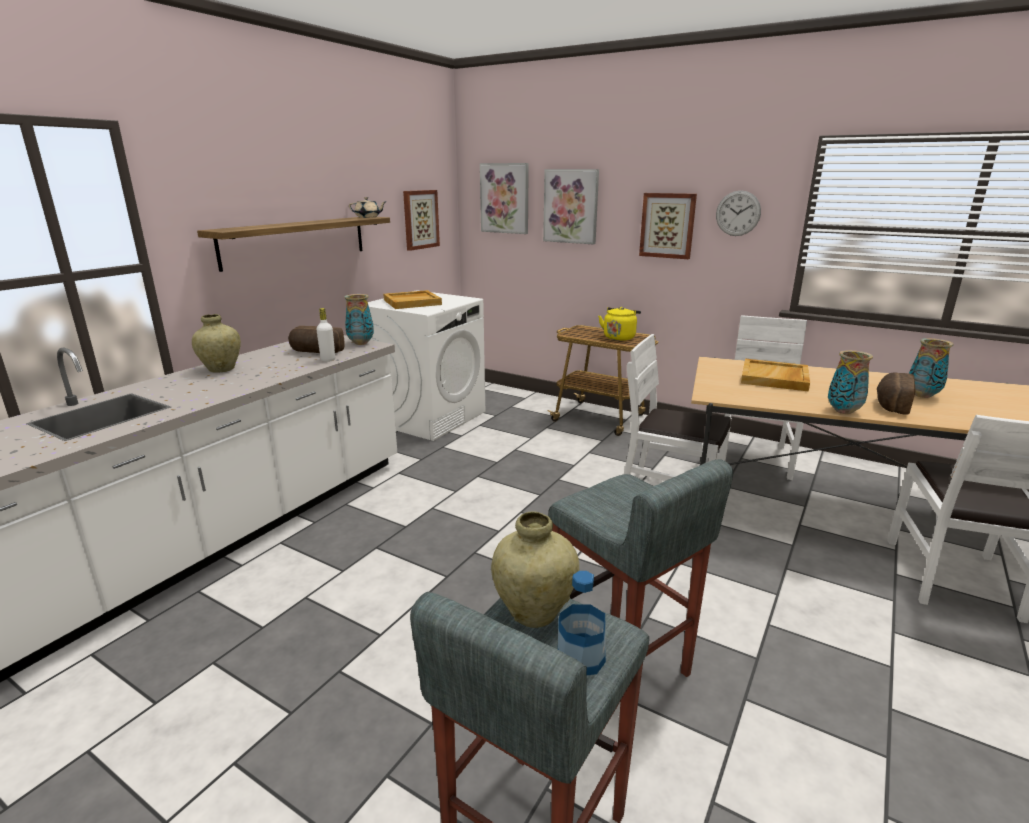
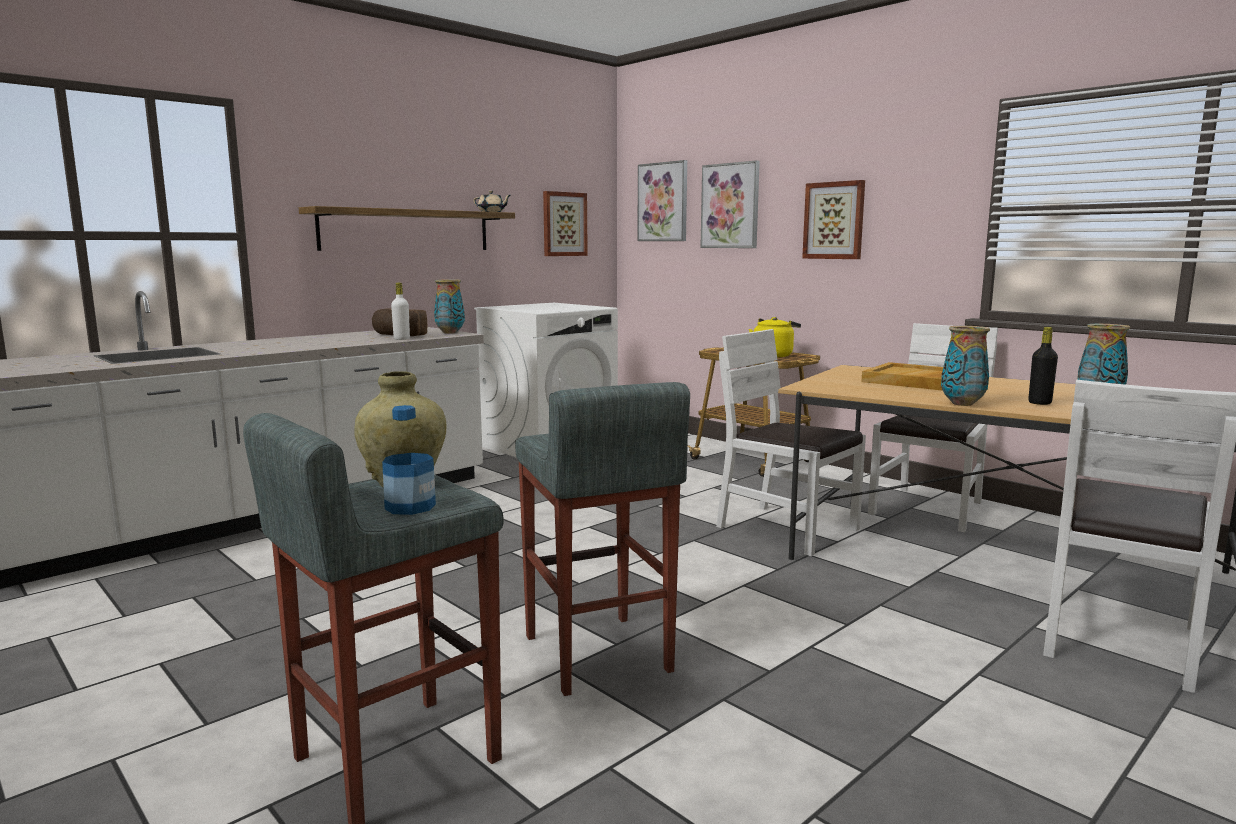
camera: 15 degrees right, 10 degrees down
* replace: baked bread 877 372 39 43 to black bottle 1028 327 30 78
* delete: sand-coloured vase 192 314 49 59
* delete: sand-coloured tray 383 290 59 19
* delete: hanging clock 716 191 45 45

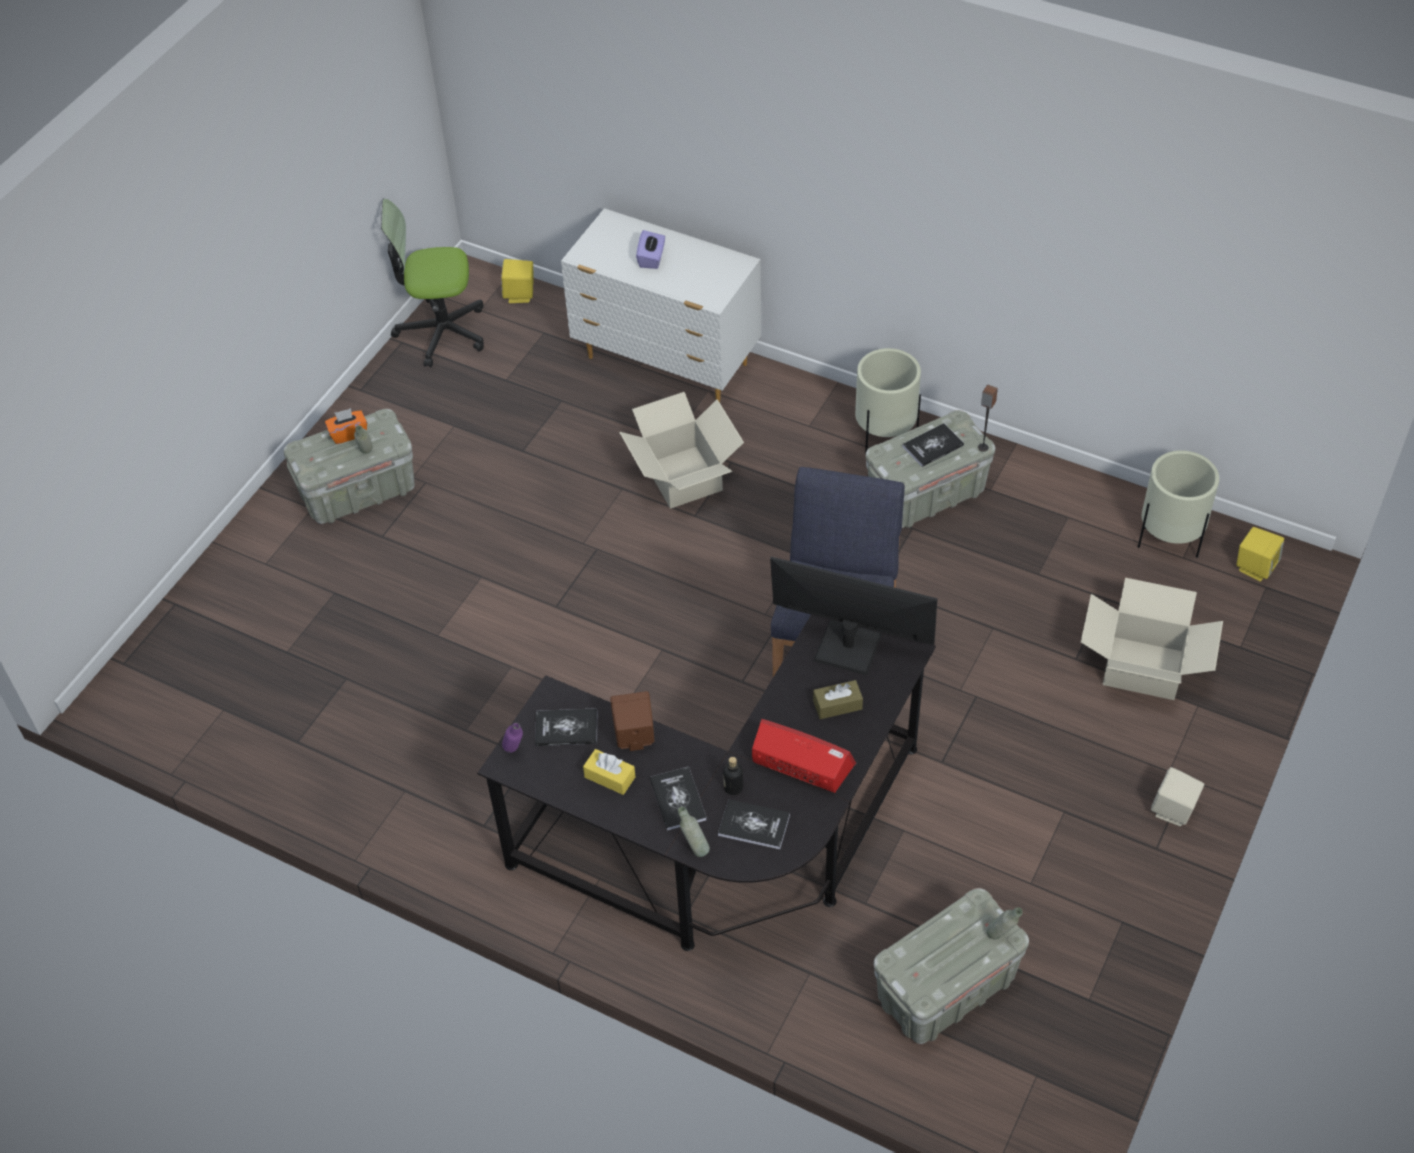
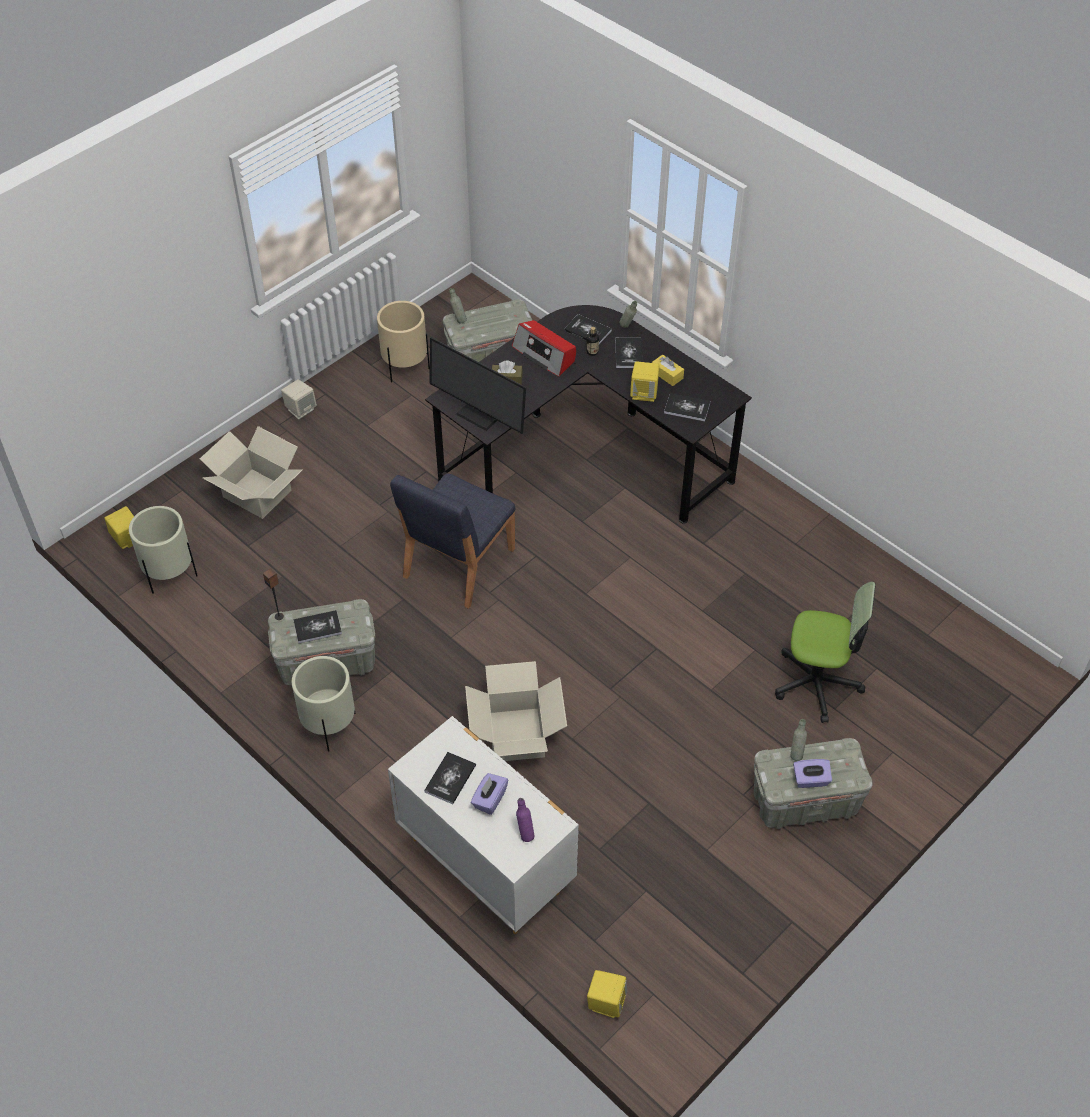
camera: 165 degrees left, 0 degrees up
* insert: sand-coloured flower pot 377 301 53 82
* insert: volume 424 752 52 52
* move: purplish bottle 502 723 21 30 to 516 798 18 44
* recolor: brown-coloured speaker 610 691 44 60 to yellow-coloured speaker 630 361 29 41
* move: desk chair 381 199 103 168 to 775 582 101 141
* recolor: orangey box of tissues 325 408 42 36 to purplish box of tissues 793 759 39 29

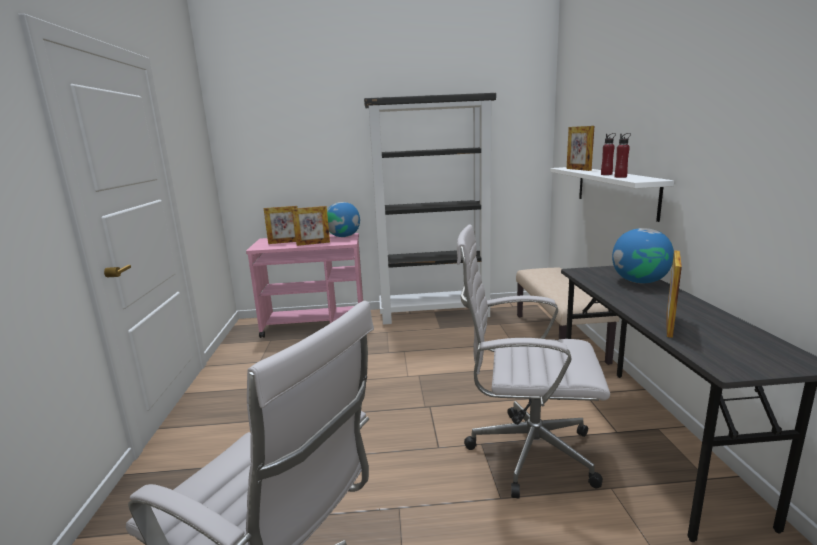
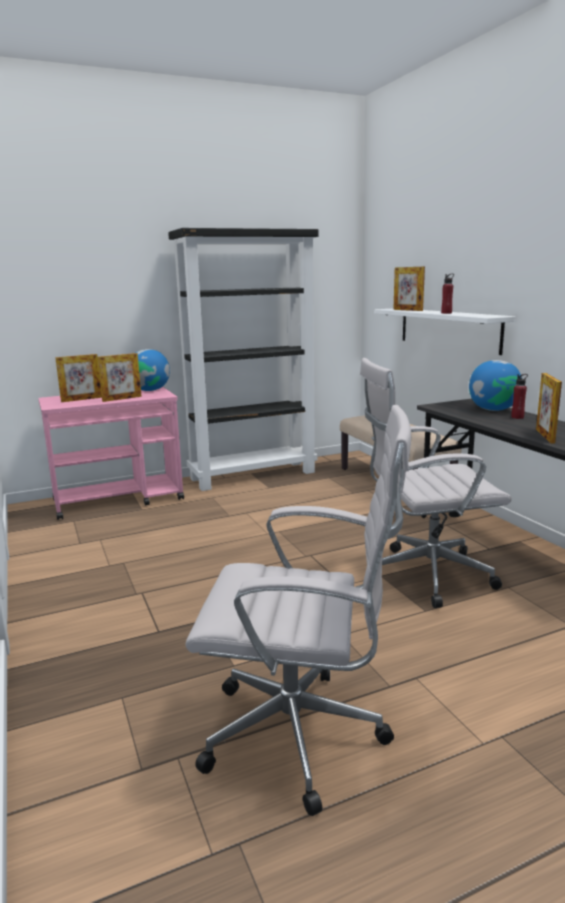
camera: 20 degrees left, 0 degrees up
* move: red bottle 615 133 16 45 to 511 374 17 45

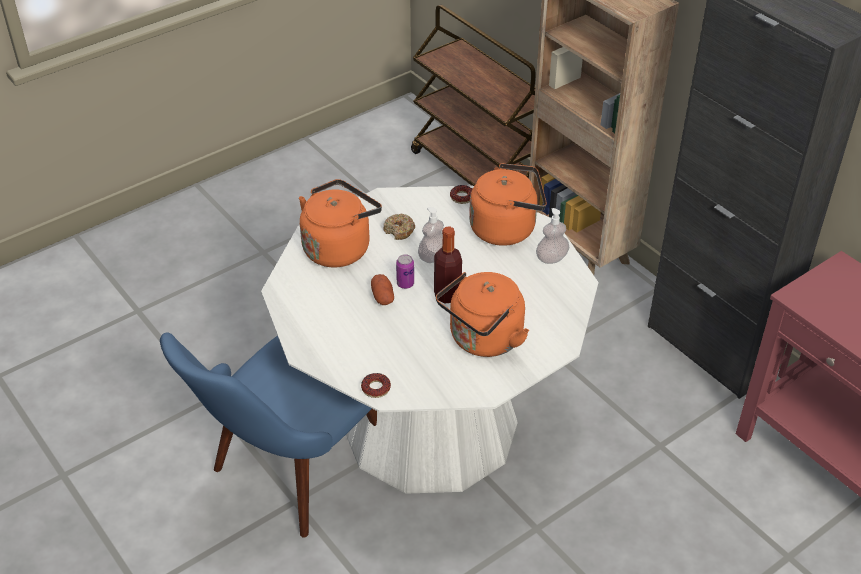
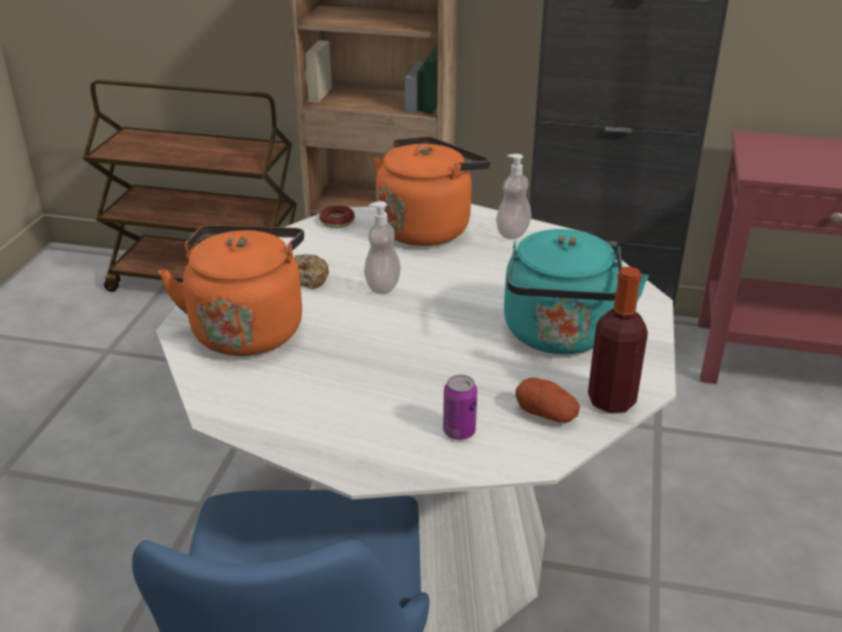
camera: 40 degrees left, 10 degrees down
* move: sealed can 396 254 18 35 to 443 375 34 65
* recolor: orangey water kettle 436 272 93 85 to turquoise water kettle 504 229 145 125
* move: spud 371 274 23 31 to 515 377 65 46
* move: bottle 434 226 28 78 to 588 267 60 146
* delete: donut 361 373 30 25

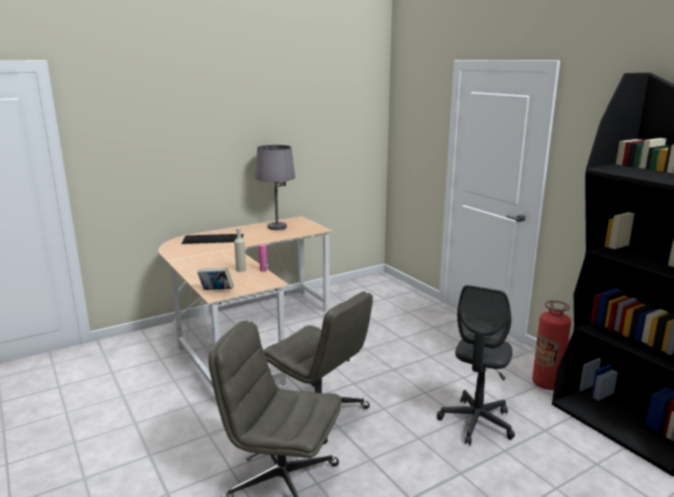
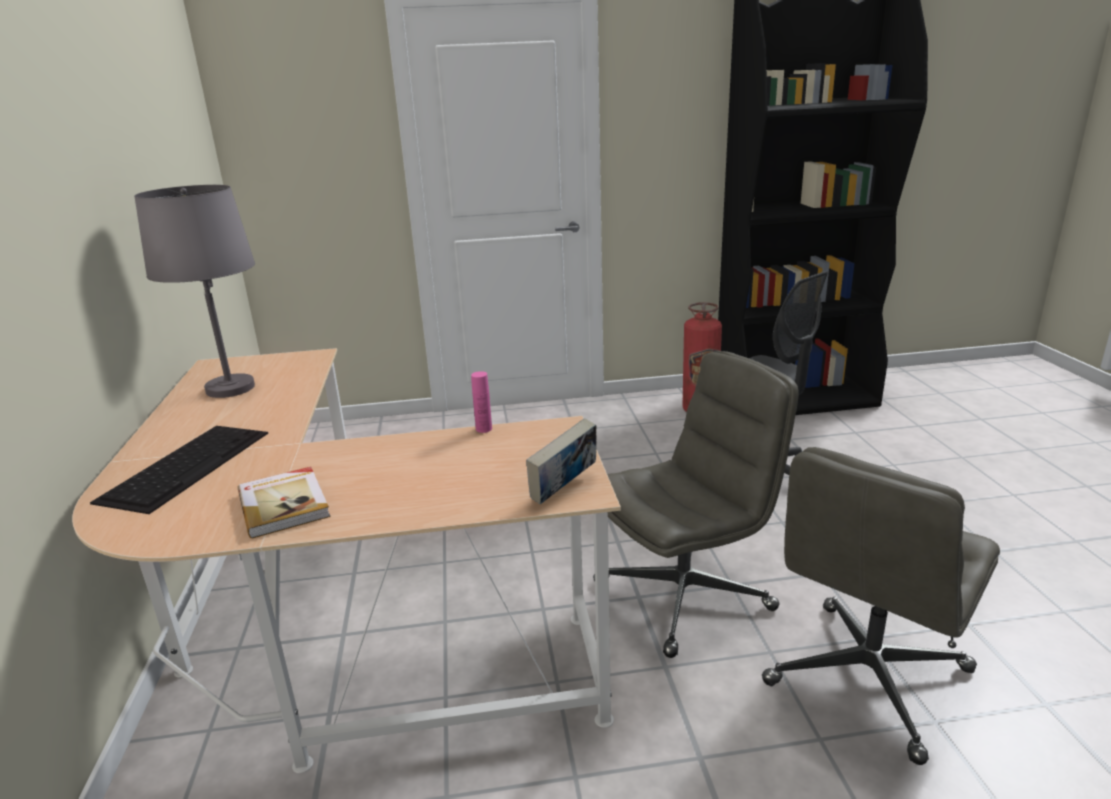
camera: 65 degrees left, 5 degrees up
* insert: volume 238 467 93 72
* delete: sand-coloured bottle 234 228 12 44

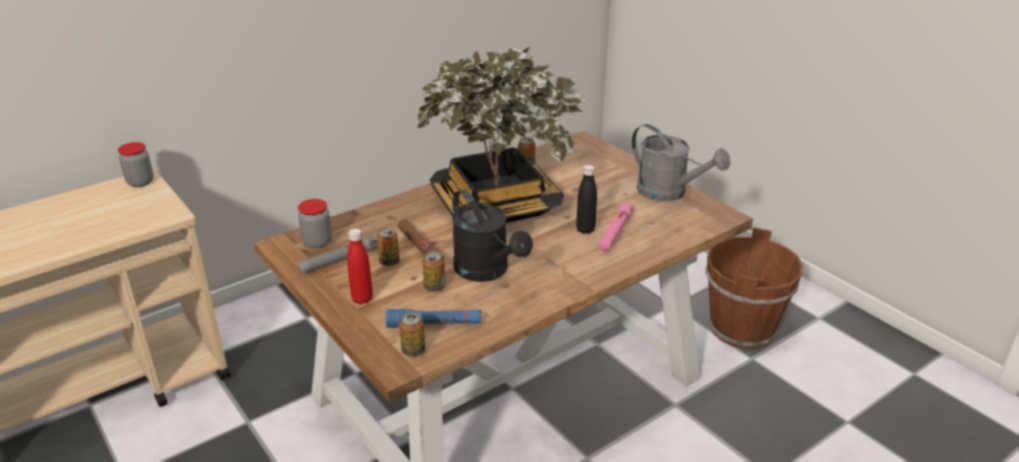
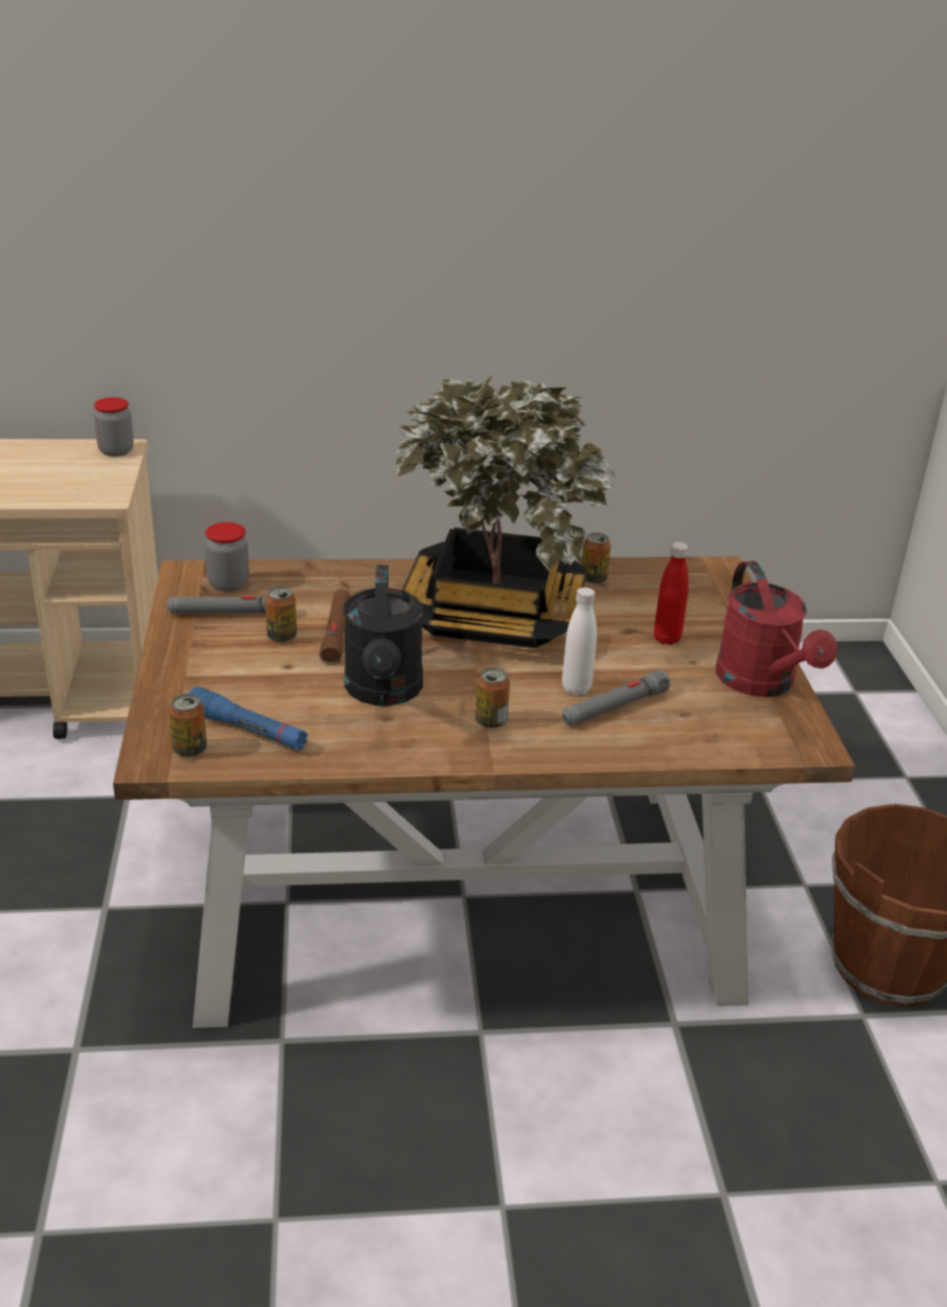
camera: 30 degrees right, 0 degrees up
* move: sealed can 422 251 23 41 to 475 668 35 60
* recolor: black bottle 576 165 21 69 to whitish bottle 562 587 35 109
* recolor: pink hand torch 599 202 35 49 to greyish hand torch 562 670 108 56
* move: red bottle 347 228 26 76 to 654 542 35 103
* recolor: greyish watering can 632 124 98 77 to red watering can 716 561 122 136

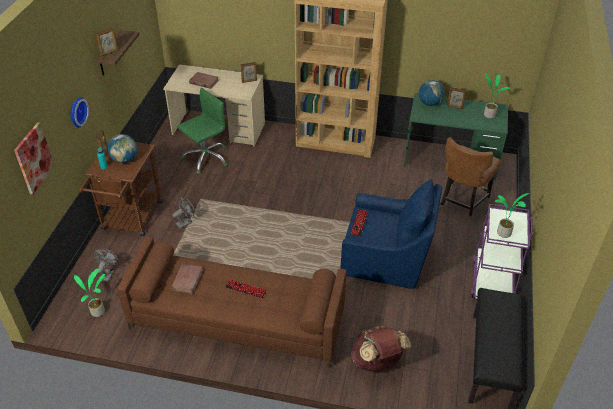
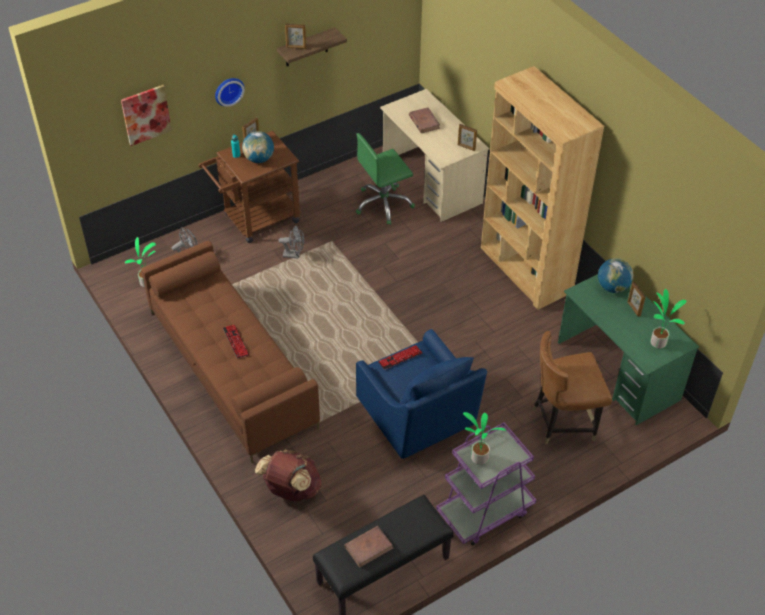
camera: 45 degrees right, 5 degrees up
* move: brown-coloured volume 171 264 32 30 to 344 526 49 42
* rotate: greenish desk chair 177 88 51 86 = 356 133 59 92 150 degrees clockwise

